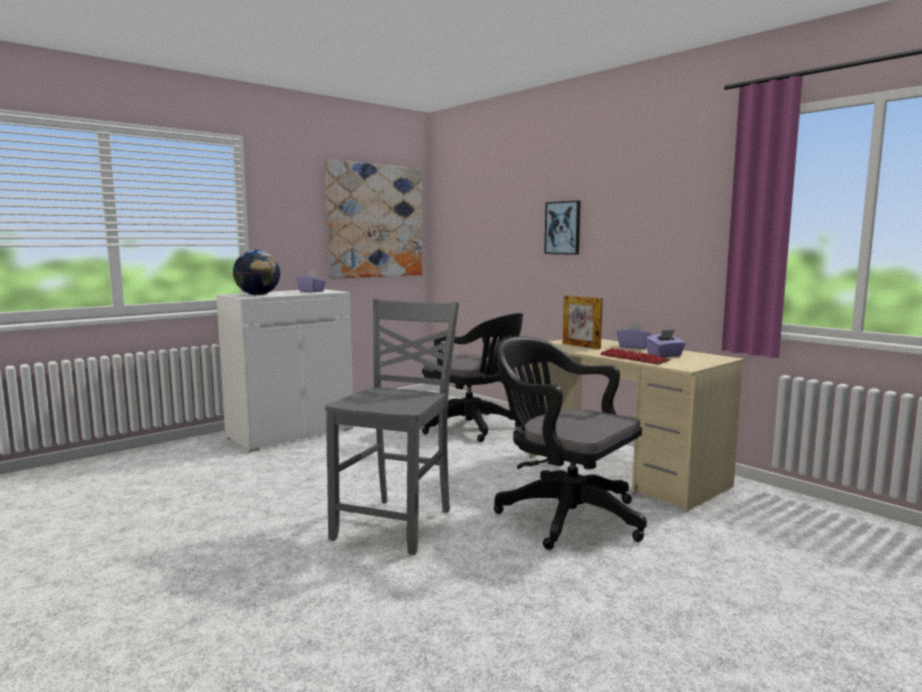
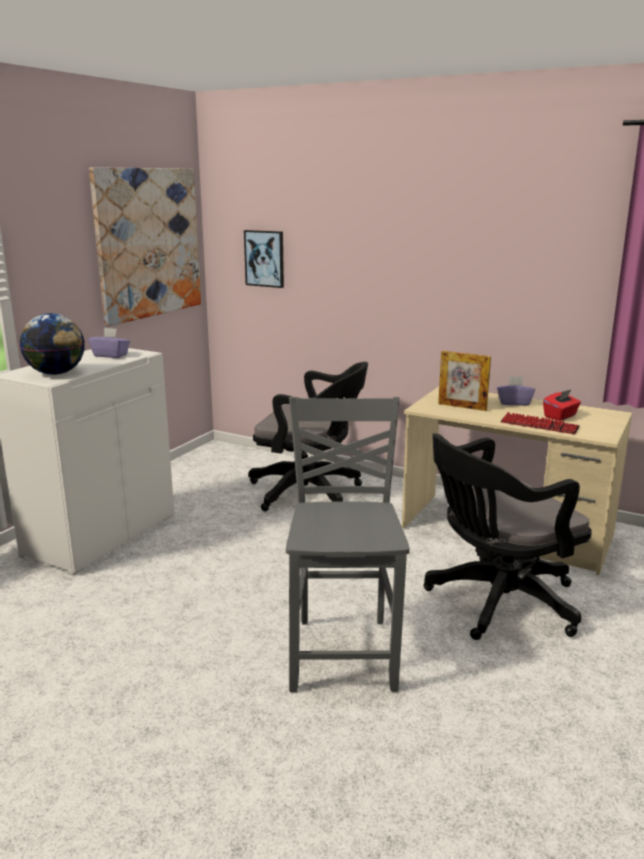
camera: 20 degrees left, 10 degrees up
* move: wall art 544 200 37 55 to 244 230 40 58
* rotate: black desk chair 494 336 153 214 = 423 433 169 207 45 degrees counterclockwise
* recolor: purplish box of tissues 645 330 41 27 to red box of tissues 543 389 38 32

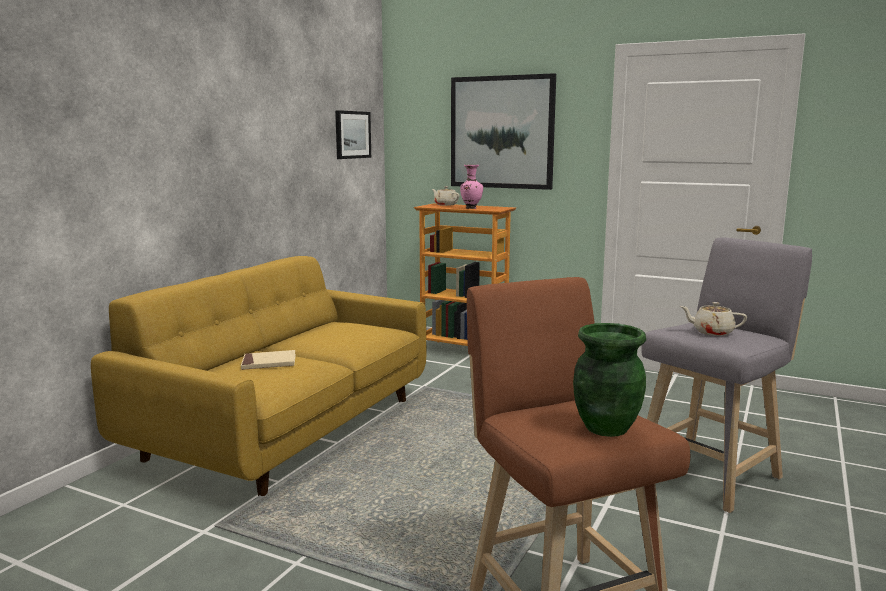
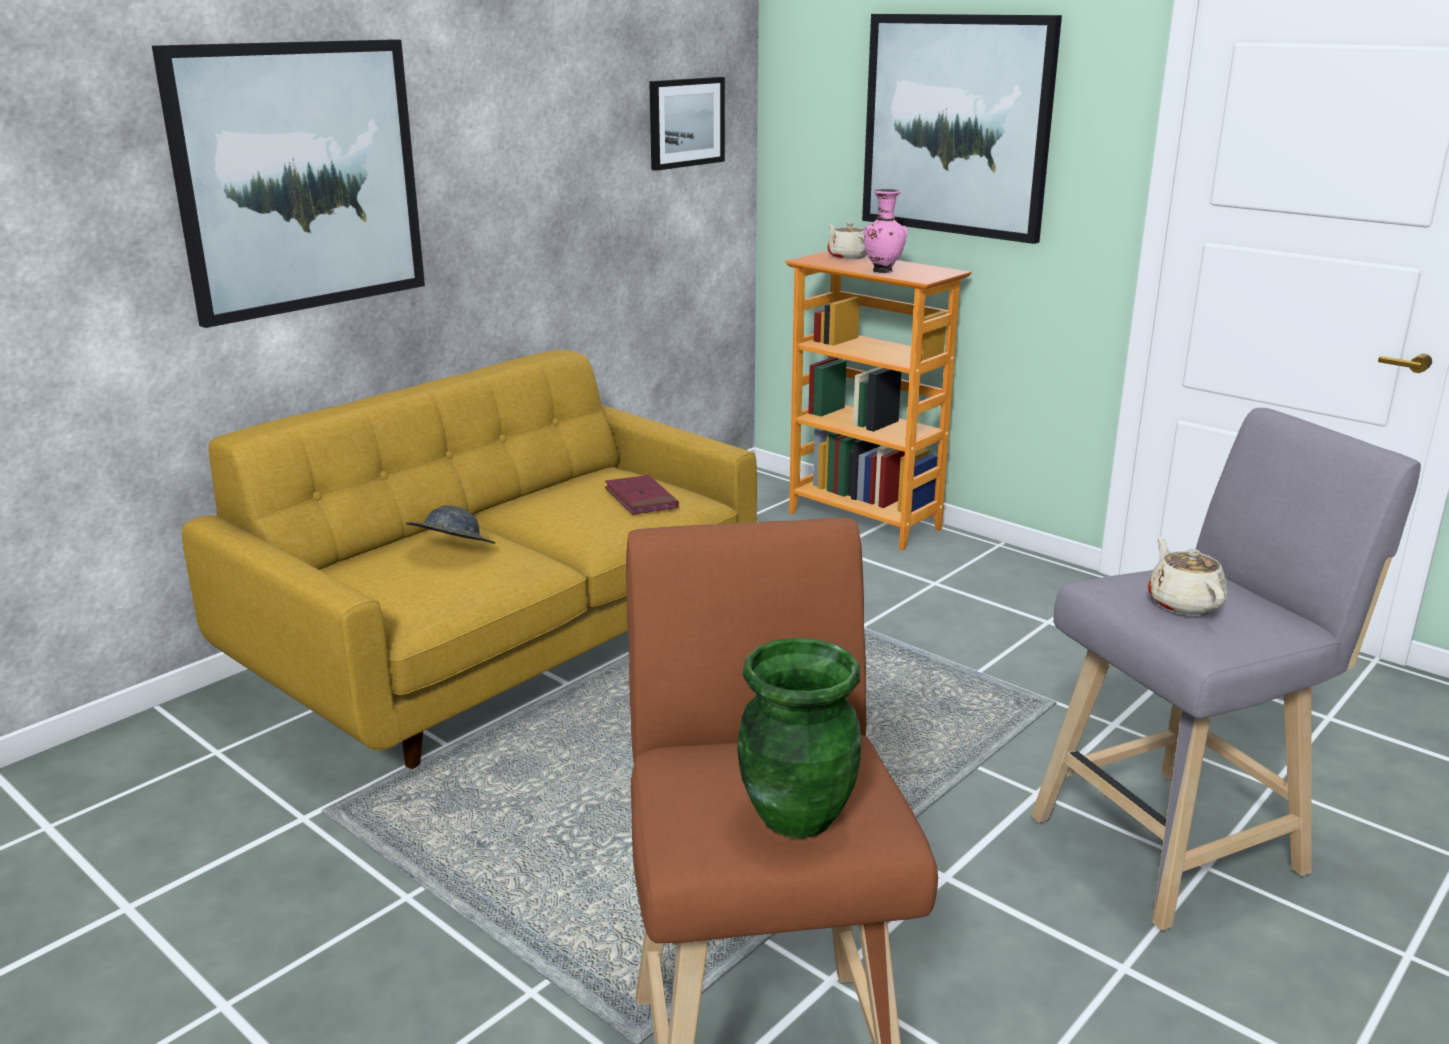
camera: 15 degrees right, 10 degrees up
* insert: wall art 152 39 273 289
* replace: sand-coloured volume 241 350 55 20 to greyish clothing hat 406 505 89 39
* insert: red volume 605 475 74 40
* rotate: sand-coloured pot for tea 680 302 67 34 = 1148 537 79 78 45 degrees clockwise

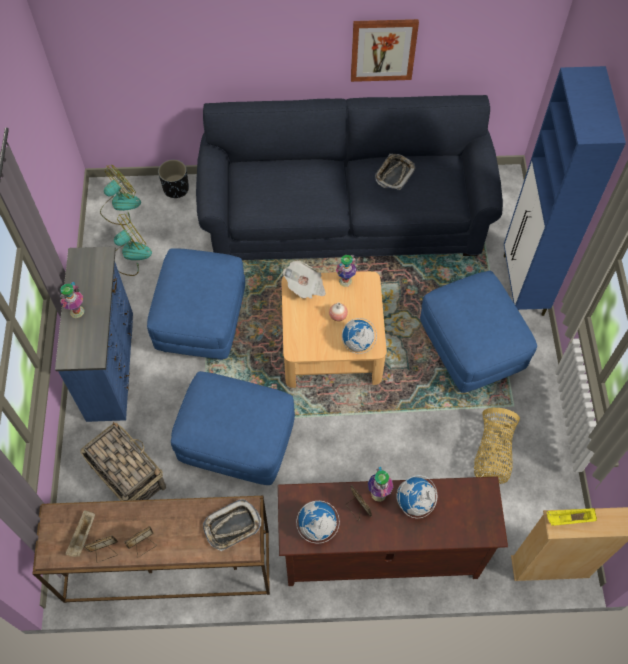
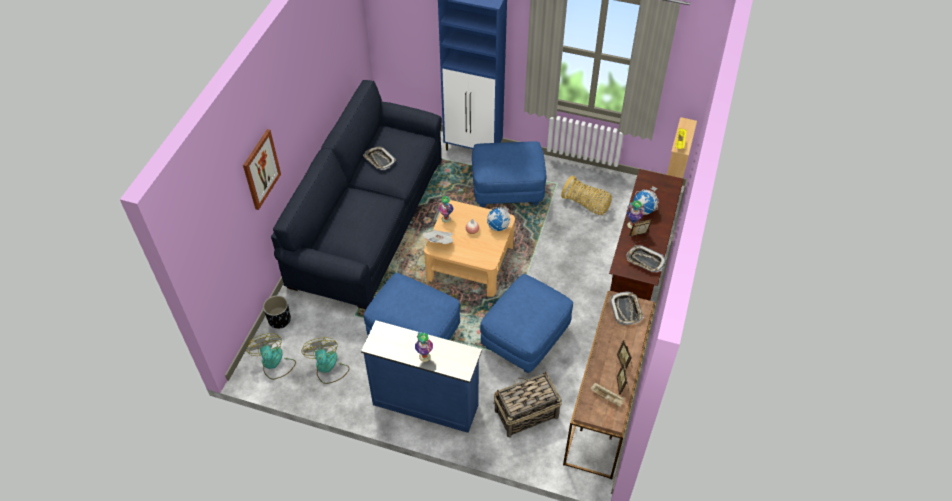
camera: 70 degrees left, 10 degrees down
* move: wall art 351 19 68 63 to 243 129 38 81
* replace: world globe 296 501 44 43 to tray 626 245 39 27

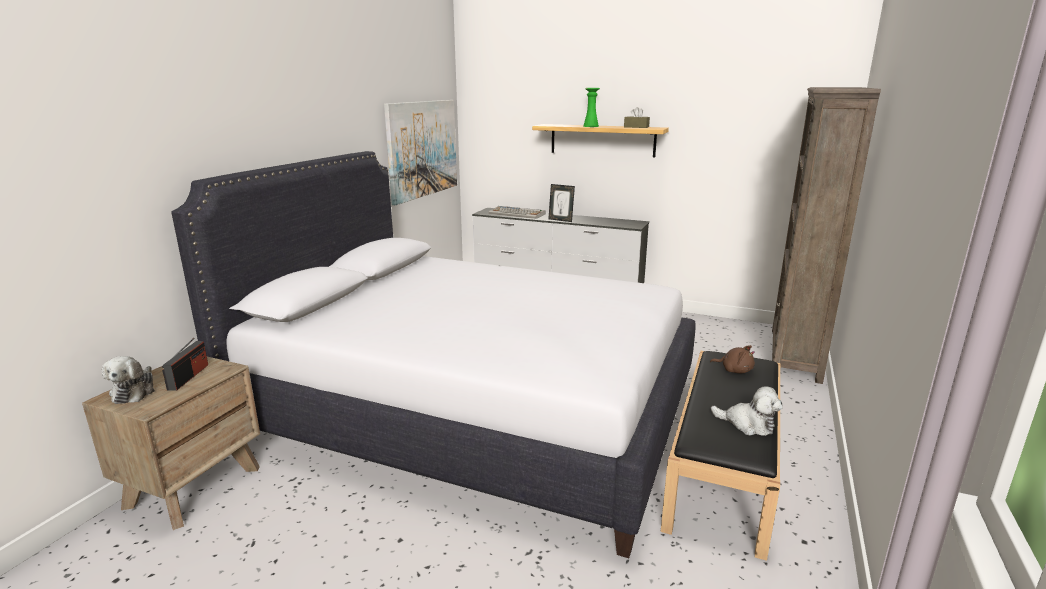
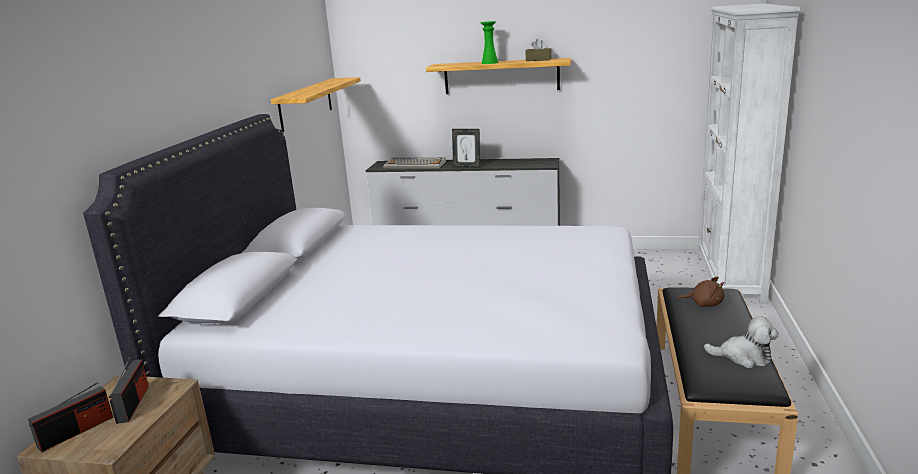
camera: 10 degrees left, 0 degrees up
* replace: plush toy 102 356 53 48 to radio set 28 382 85 70
* replace: wall art 384 100 73 105 to wall shelf 271 77 90 55
* recolor: brown-coloured shelving unit 772 87 109 297 to whitish shelving unit 698 4 102 300

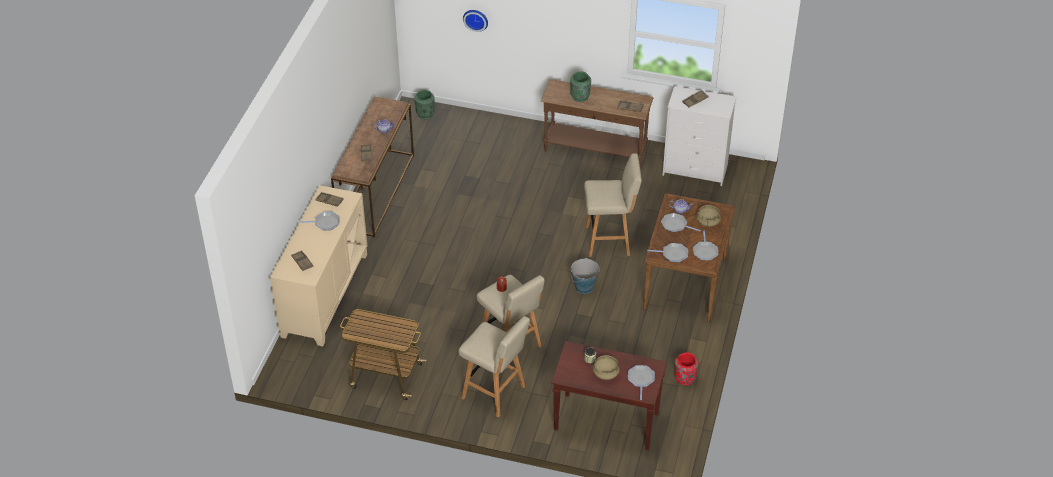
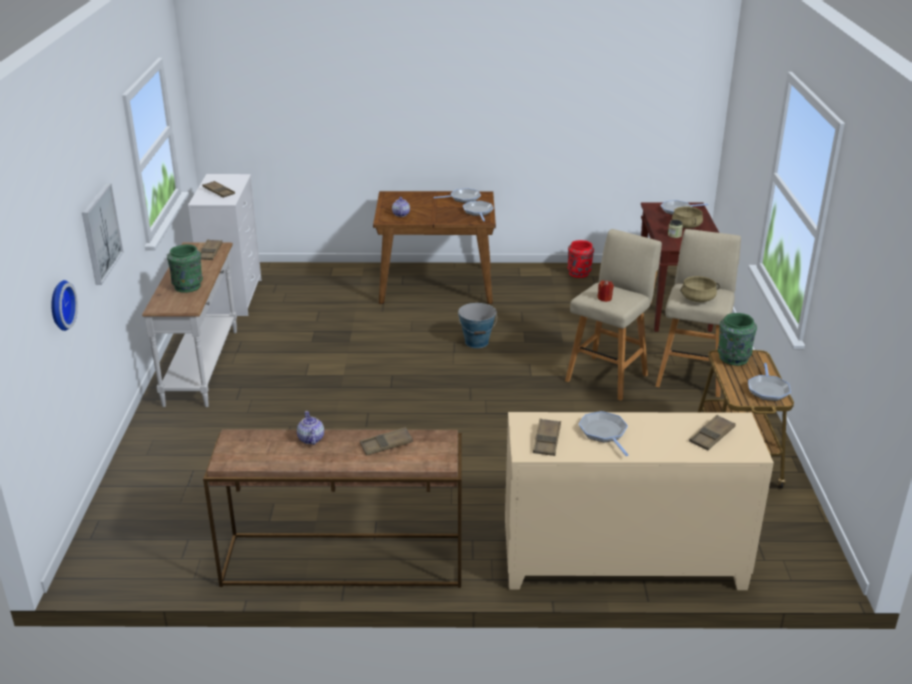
camera: 105 degrees left, 15 degrees down
* insert: wall art 82 183 41 102
* recolor: brown-coloured console table 541 79 112 87 to whitish console table 142 243 95 164
* move: sand-coloured saucepot 697 204 24 23 to 680 276 40 26
* move: greenish vase 415 90 20 29 to 717 313 40 53
* move: frying pan 661 213 40 19 to 748 363 43 38
* delete: sand-coloured stool seat 584 153 58 104

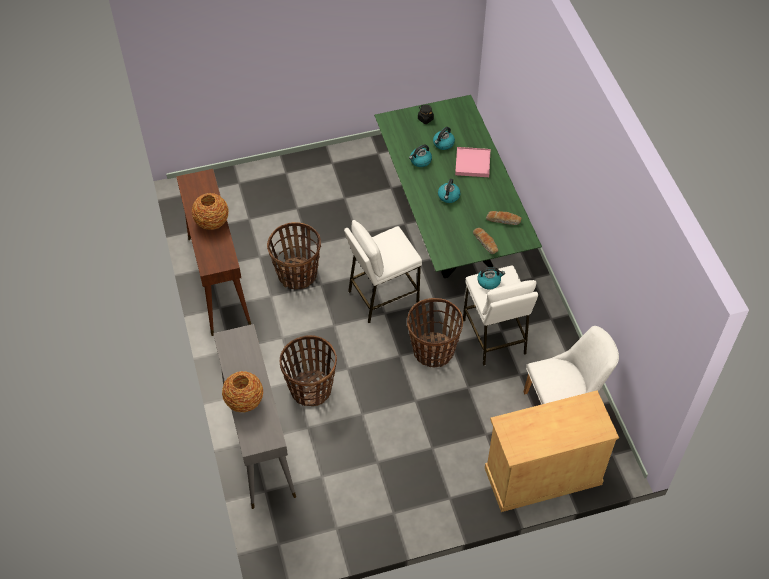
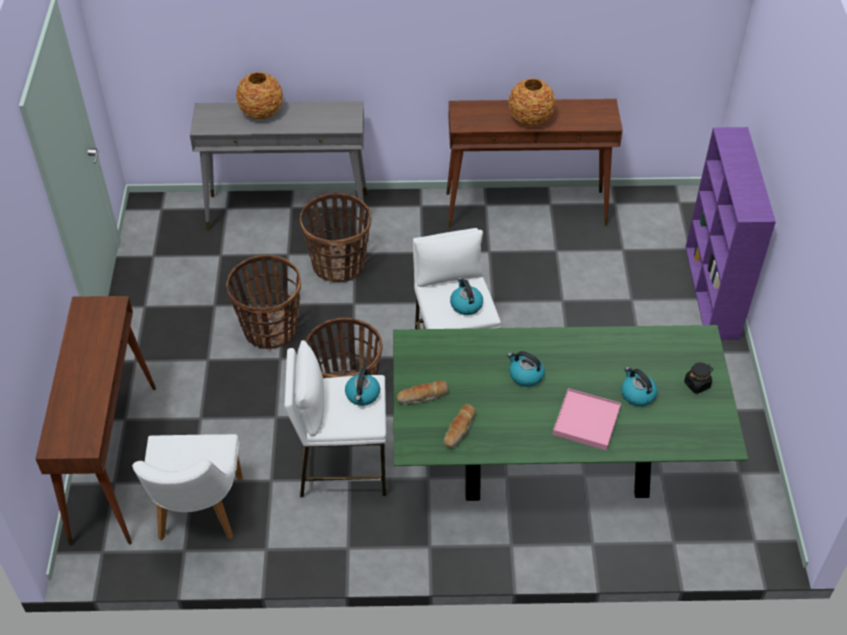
camera: 105 degrees right, 5 degrees down
* replace: sand-coloured storage cabinet 485 390 134 122 to brown-coloured console table 36 296 120 250
* move: basket 267 222 54 67 to 226 255 75 94
* move: water kettle 409 145 23 22 to 450 278 33 37
* insert: purplish shelving unit 686 127 90 213

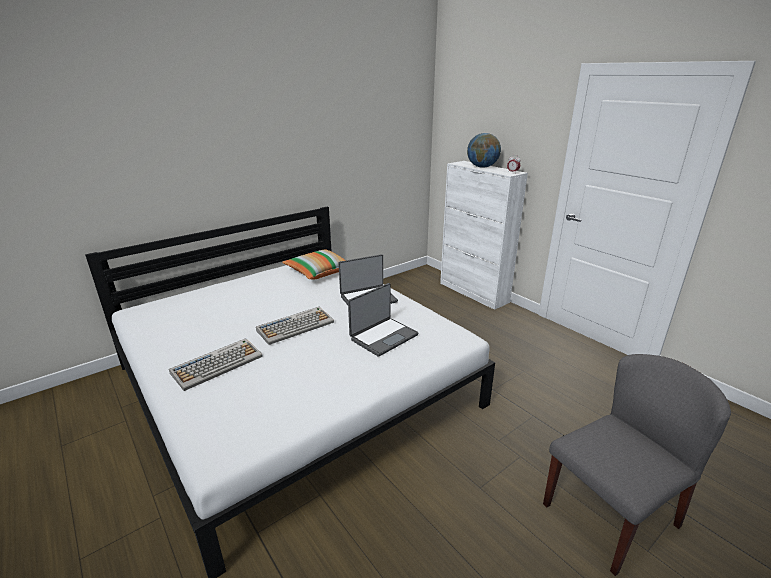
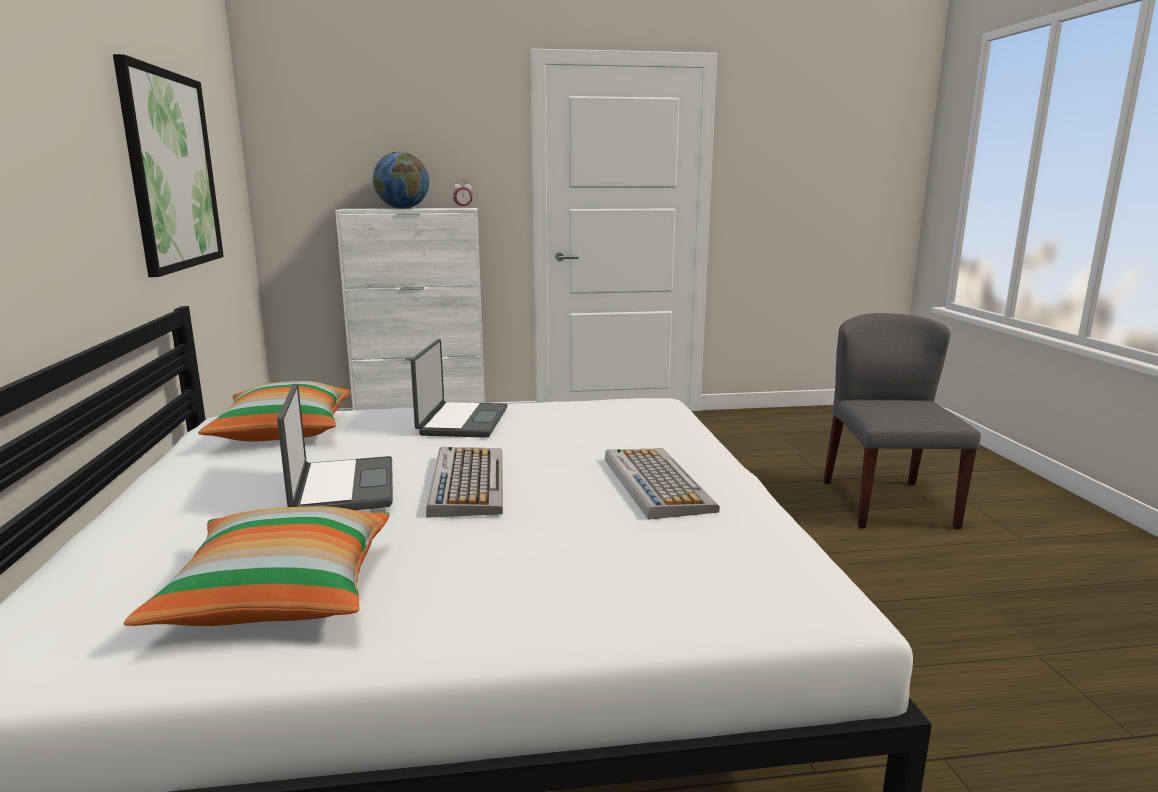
camera: 60 degrees left, 10 degrees down
* insert: wall art 113 54 111 223
* insert: throw pillow 123 506 267 120
* move: portable computer 348 283 71 74 to 277 384 116 126
* move: computer keyboard 169 338 94 53 to 605 449 115 71

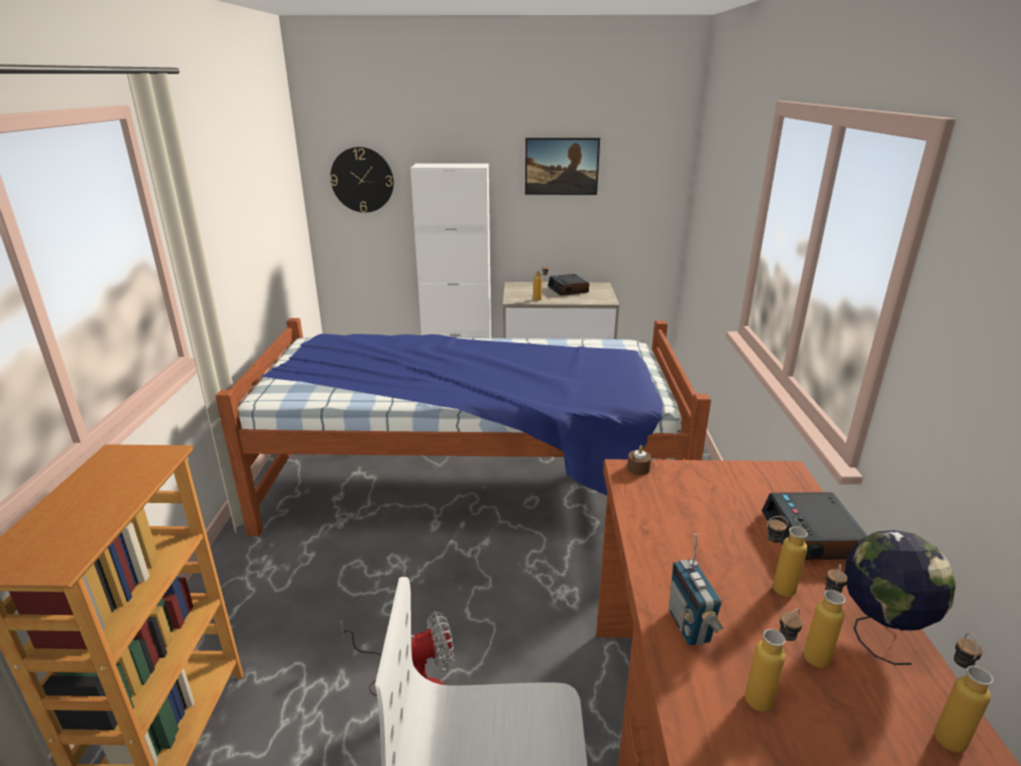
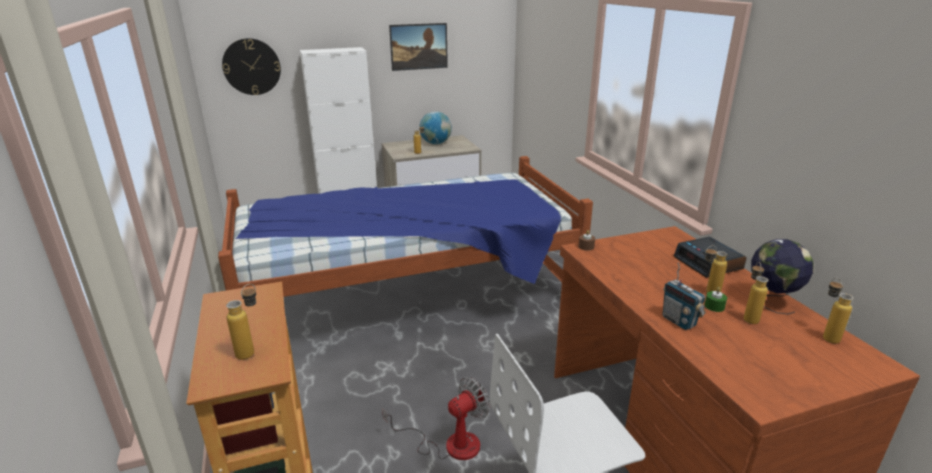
camera: 20 degrees left, 0 degrees up
* move: bottle 745 609 58 103 to 226 284 30 76
* replace: bedside clock 548 274 41 22 to world globe 420 111 32 33
* insert: greenish wax light 704 287 23 25

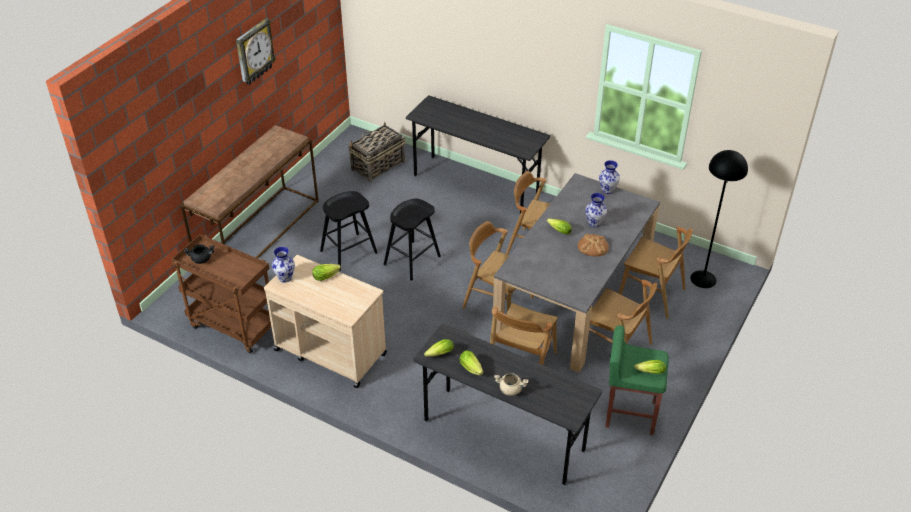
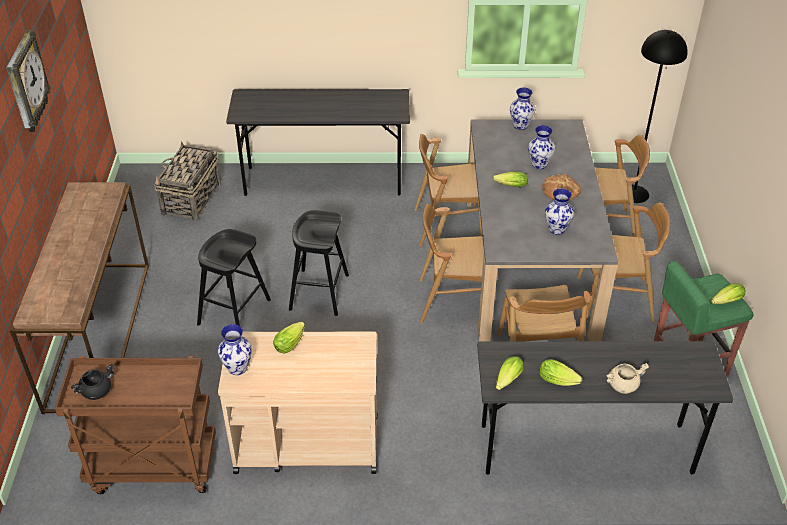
camera: 30 degrees left, 0 degrees up
* insert: vase 545 189 29 46

